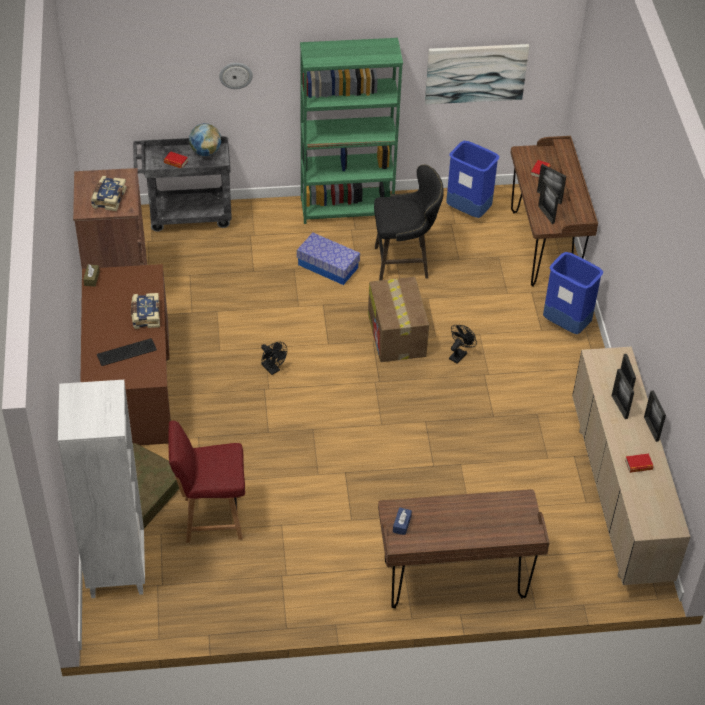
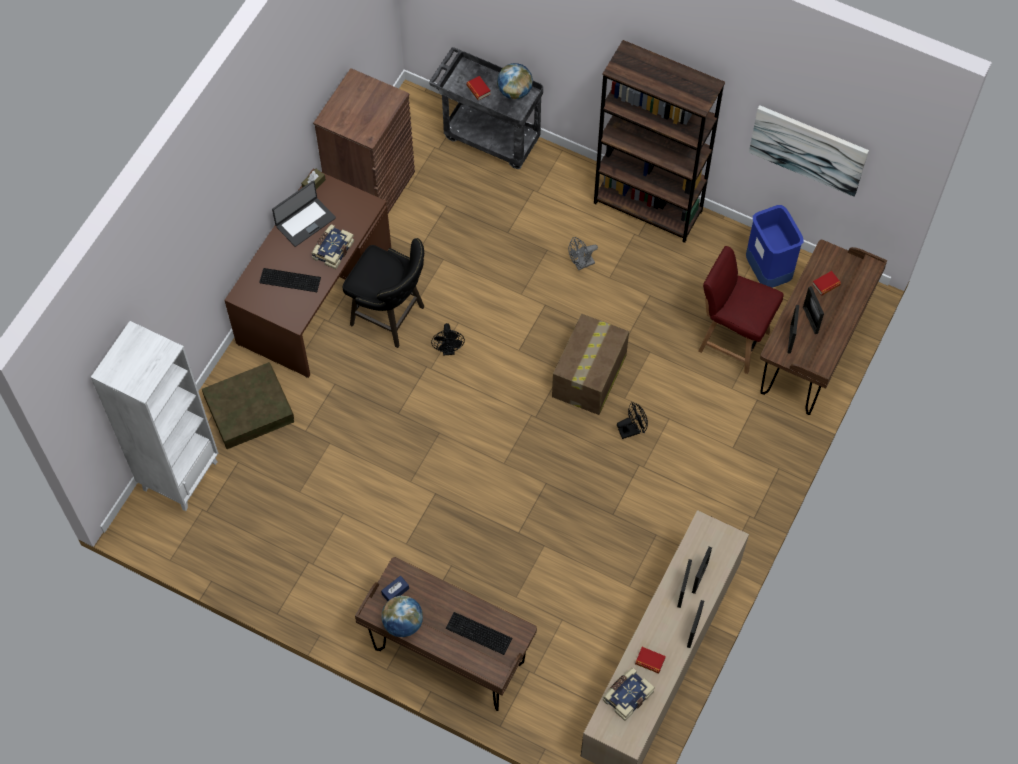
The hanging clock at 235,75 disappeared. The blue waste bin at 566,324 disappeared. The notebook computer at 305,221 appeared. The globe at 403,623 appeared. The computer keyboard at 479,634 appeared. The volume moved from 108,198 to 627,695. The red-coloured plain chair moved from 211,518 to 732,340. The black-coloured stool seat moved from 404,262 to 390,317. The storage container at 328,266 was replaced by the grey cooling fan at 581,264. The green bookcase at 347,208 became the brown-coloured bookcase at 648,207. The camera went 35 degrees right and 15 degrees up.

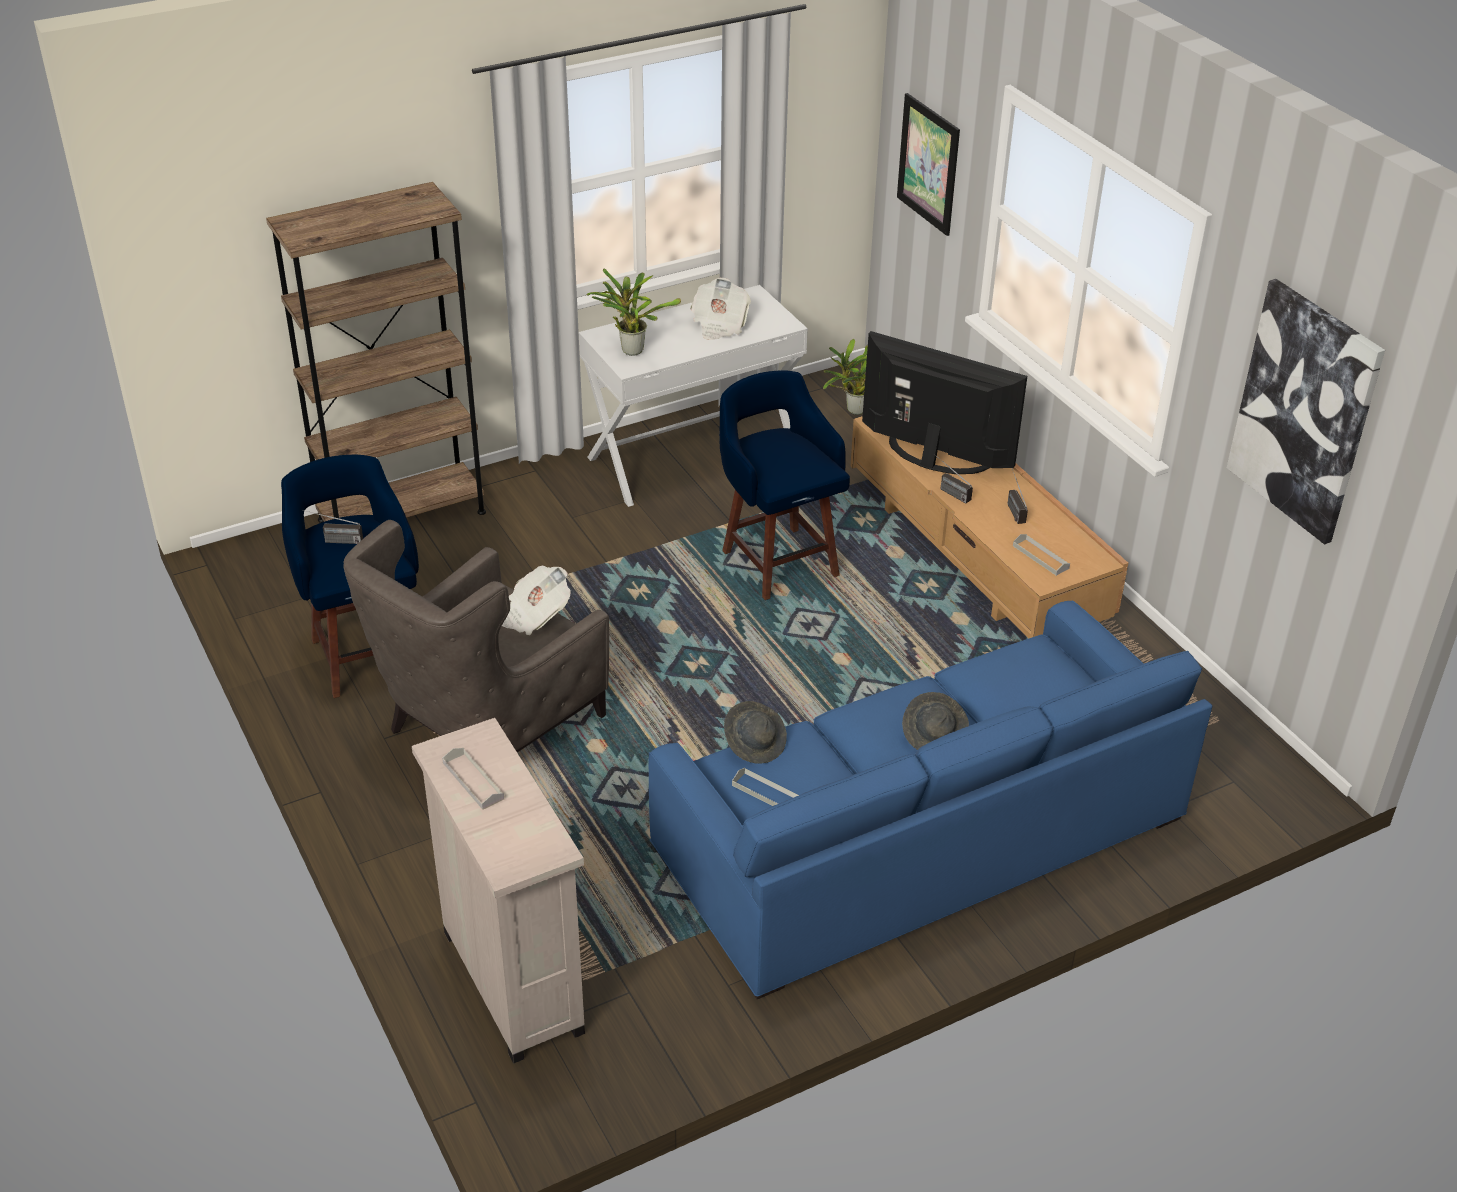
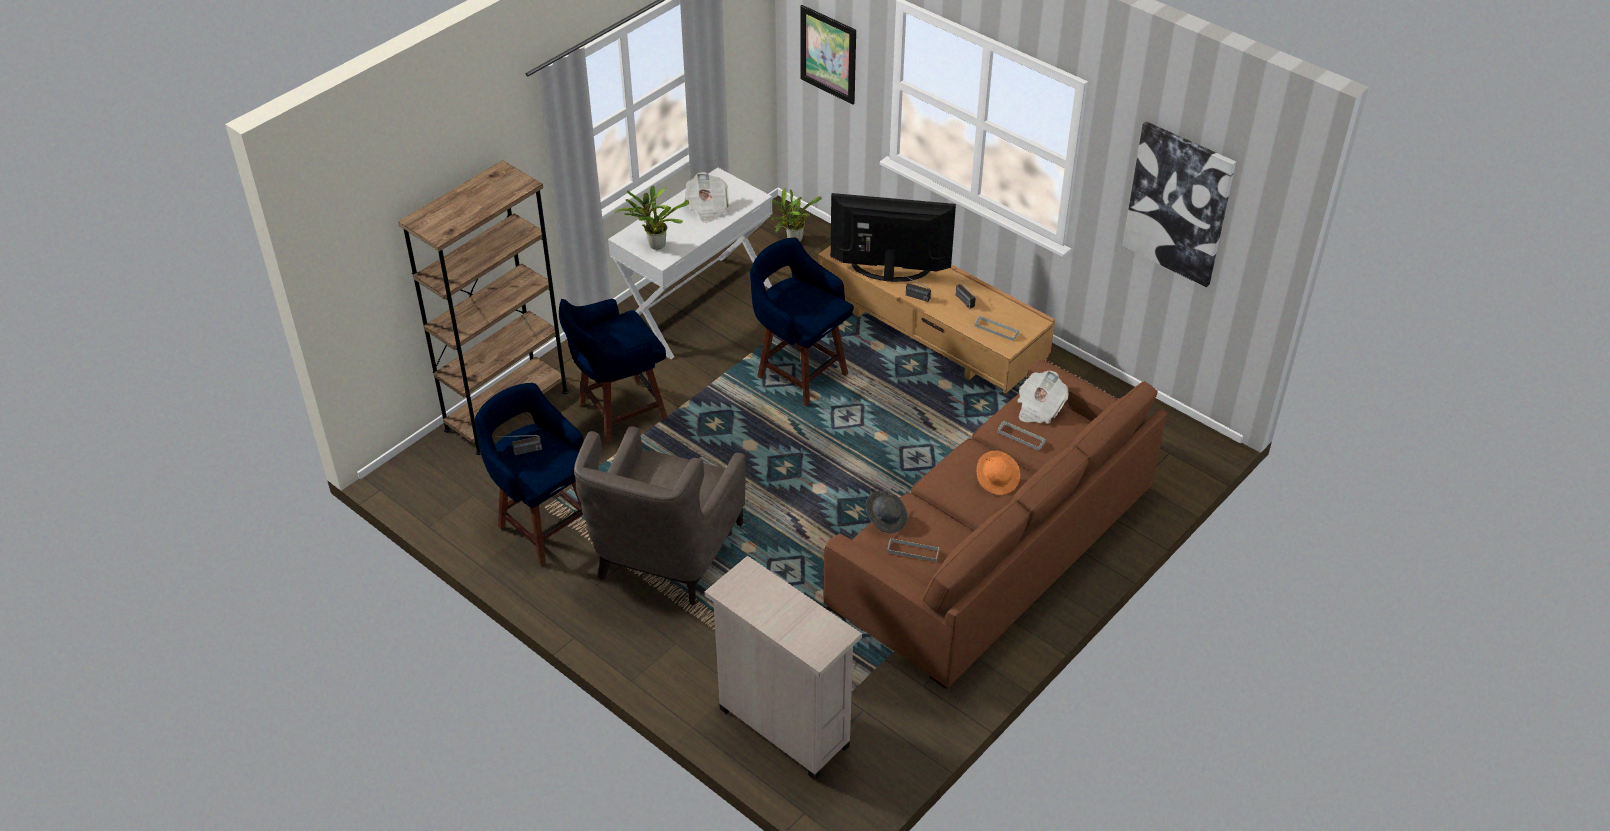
The blue stool seat at 618,412 appeared. The grey tray moved from 473,781 to 1021,437. The daily paper moved from 534,615 to 1039,408. The blue couch at 918,833 became the brown-coloured couch at 992,546. The grey clothing hat at 934,736 became the orange clothing hat at 997,480. The camera went 20 degrees left and 5 degrees up.

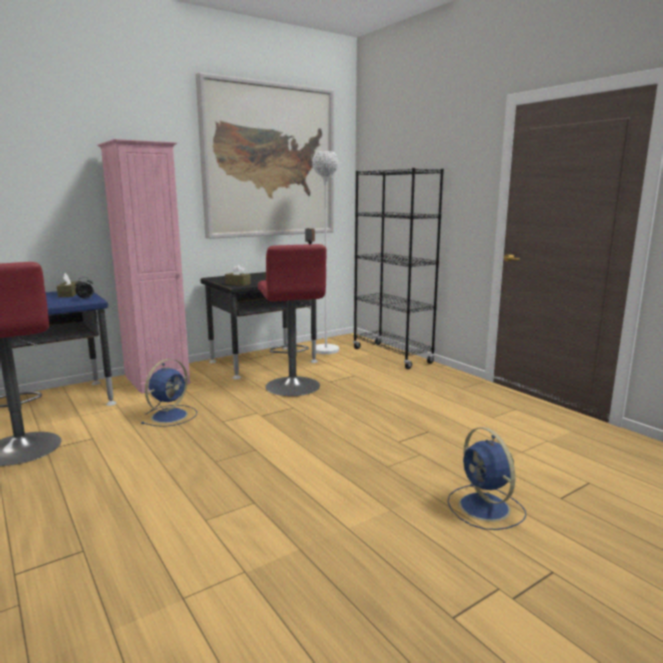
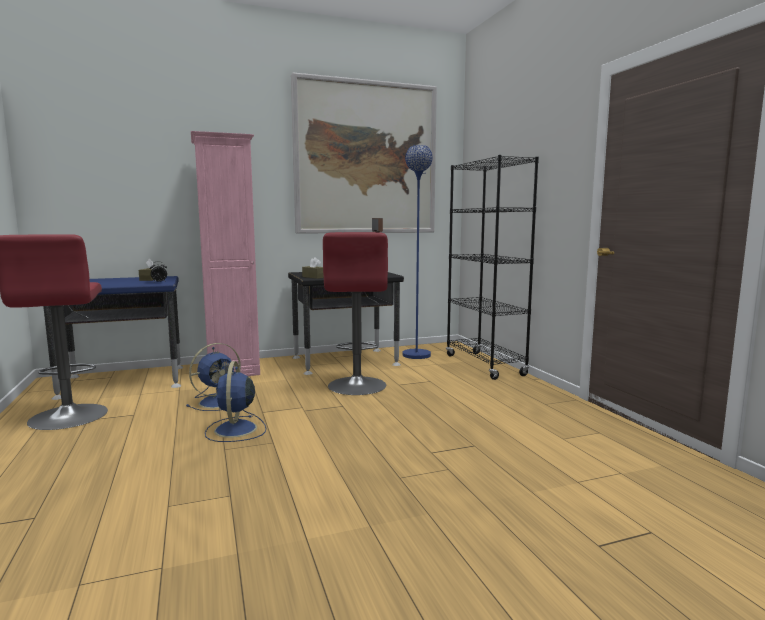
The blue cooling fan moved from 486,508 to 235,430. The white standing lamp at 326,350 became the blue standing lamp at 416,355. The camera went 15 degrees right and 5 degrees down.

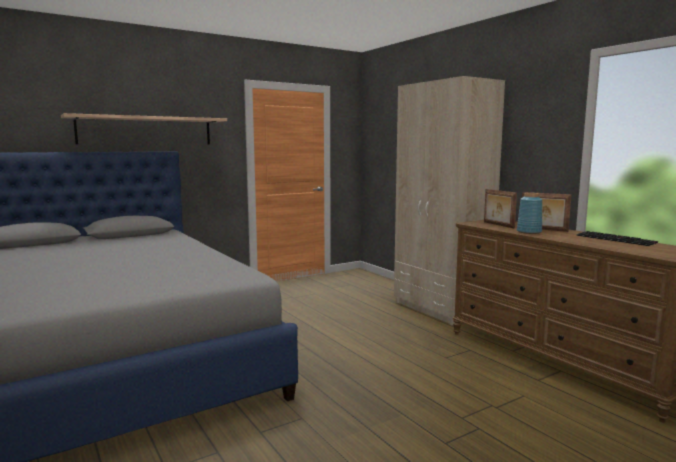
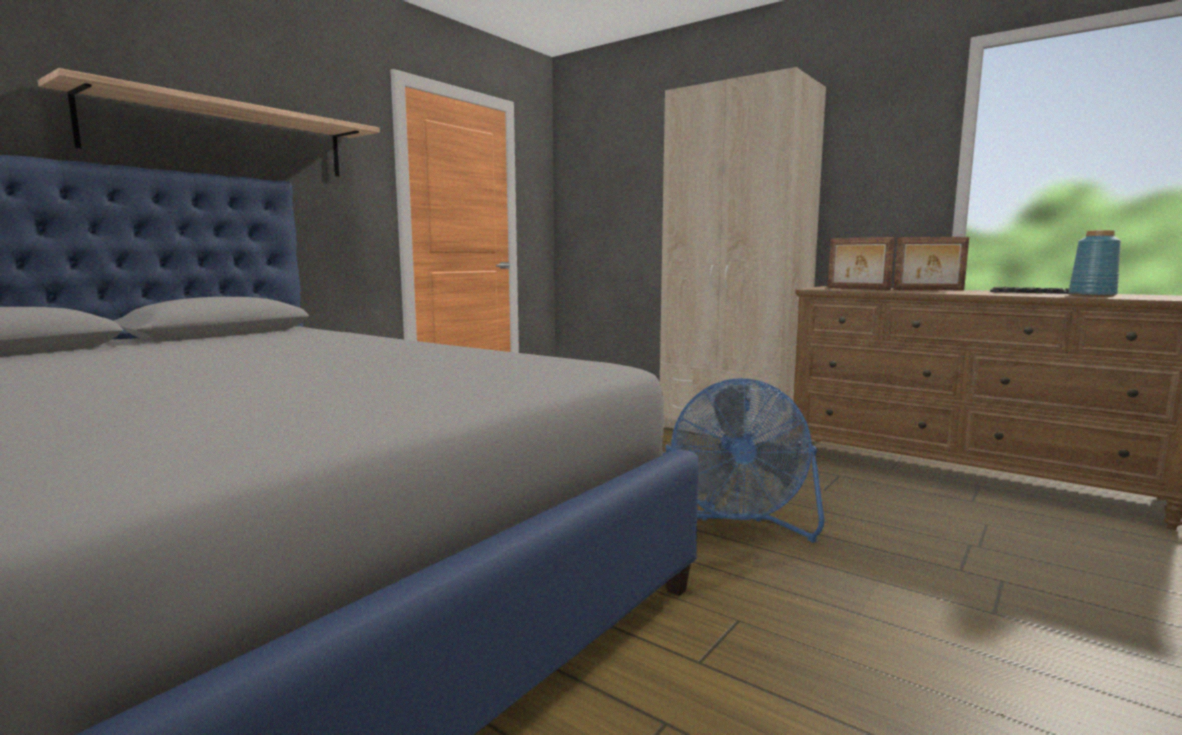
The blue cooling fan at 729,527 appeared. The blue flower vase moved from 528,232 to 1091,295. The camera went 20 degrees left and 0 degrees up.

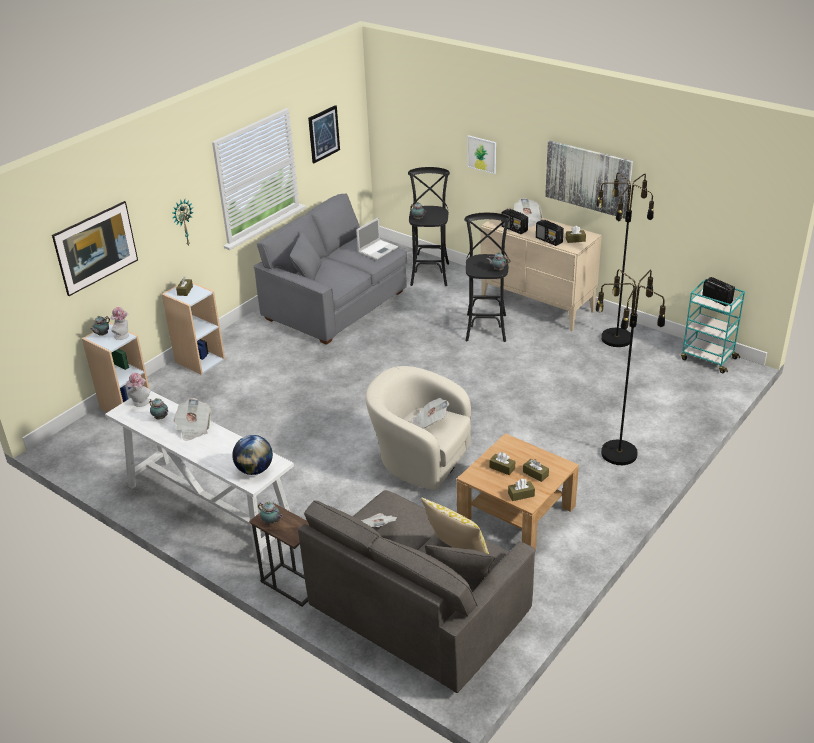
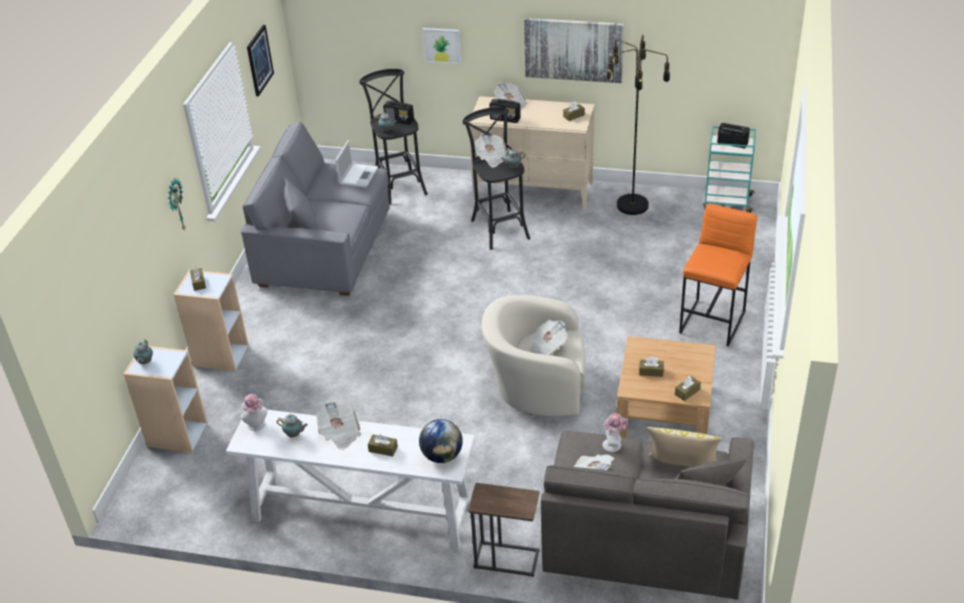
The picture at 99,262 disappeared. The pot for tea at 271,523 disappeared. The daily paper at 491,158 appeared. The clothing hat moved from 123,336 to 614,445. The brown-coloured tissue box moved from 535,474 to 383,449. The radio moved from 549,240 to 399,120. The standing lamp at 618,453 was replaced by the orange stool seat at 712,321. The camera went 25 degrees left and 5 degrees up.

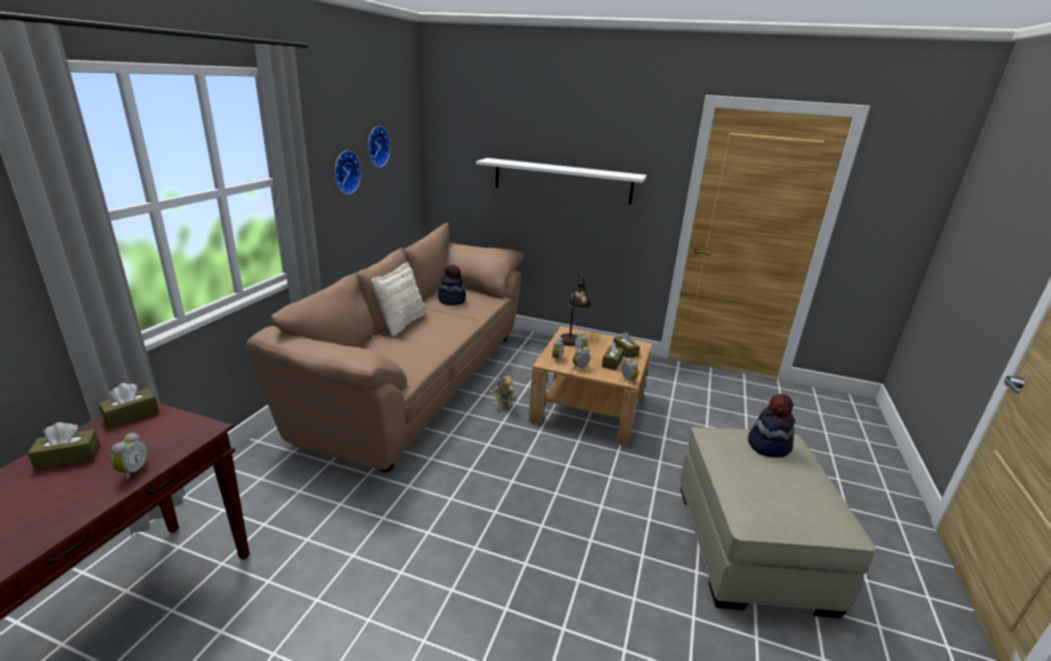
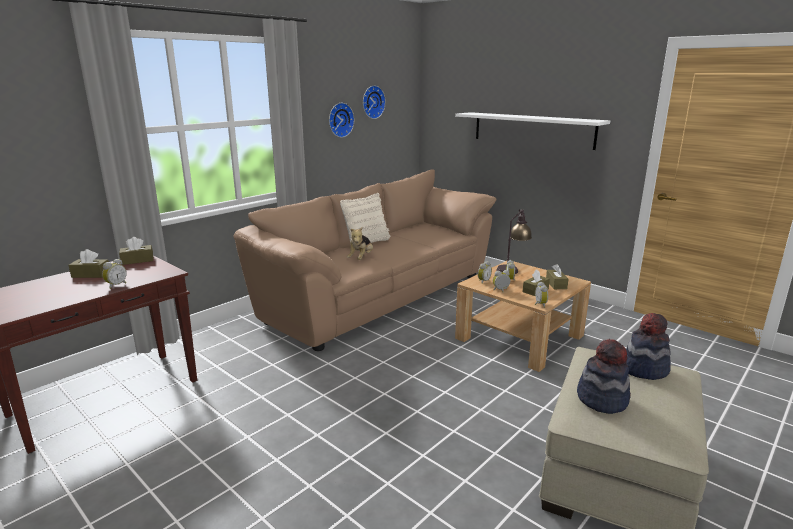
The clothing hat moved from 452,300 to 602,399. The soft toy moved from 503,401 to 361,258. The camera went 25 degrees right and 5 degrees down.

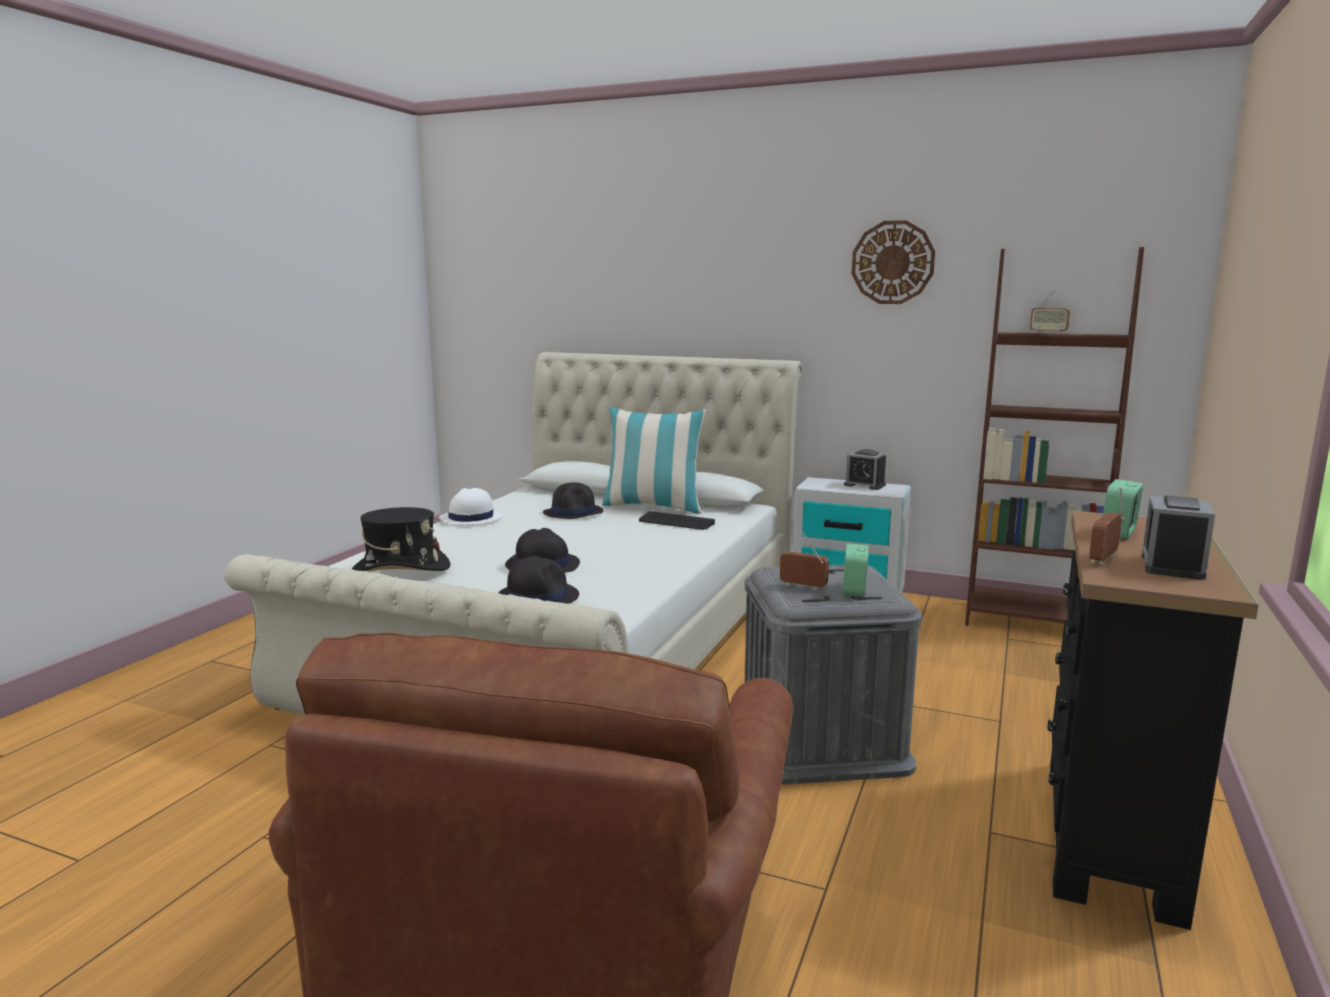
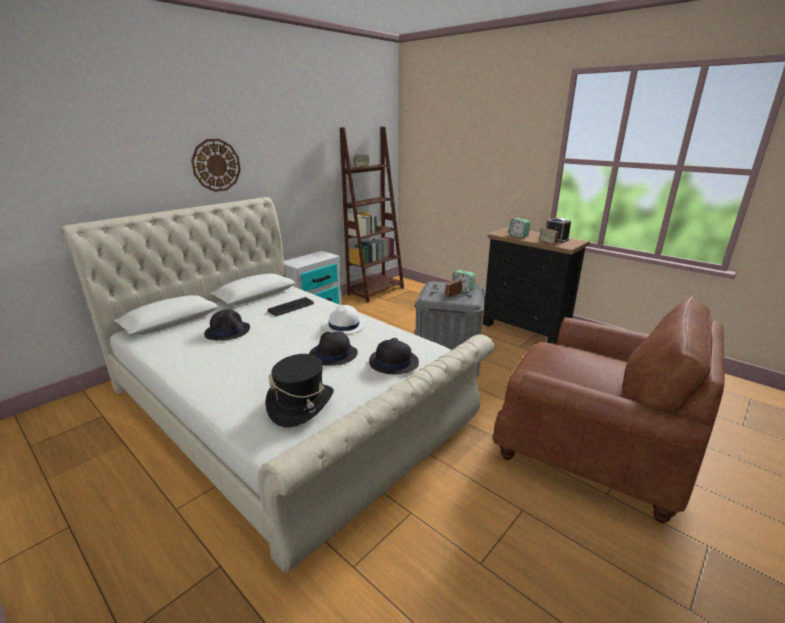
The throw pillow at 653,506 disappeared. The alarm clock at 864,485 disappeared. The white clothing hat moved from 470,518 to 344,326. The hanging clock moved from 892,262 to 216,165. The camera went 70 degrees left and 10 degrees up.

